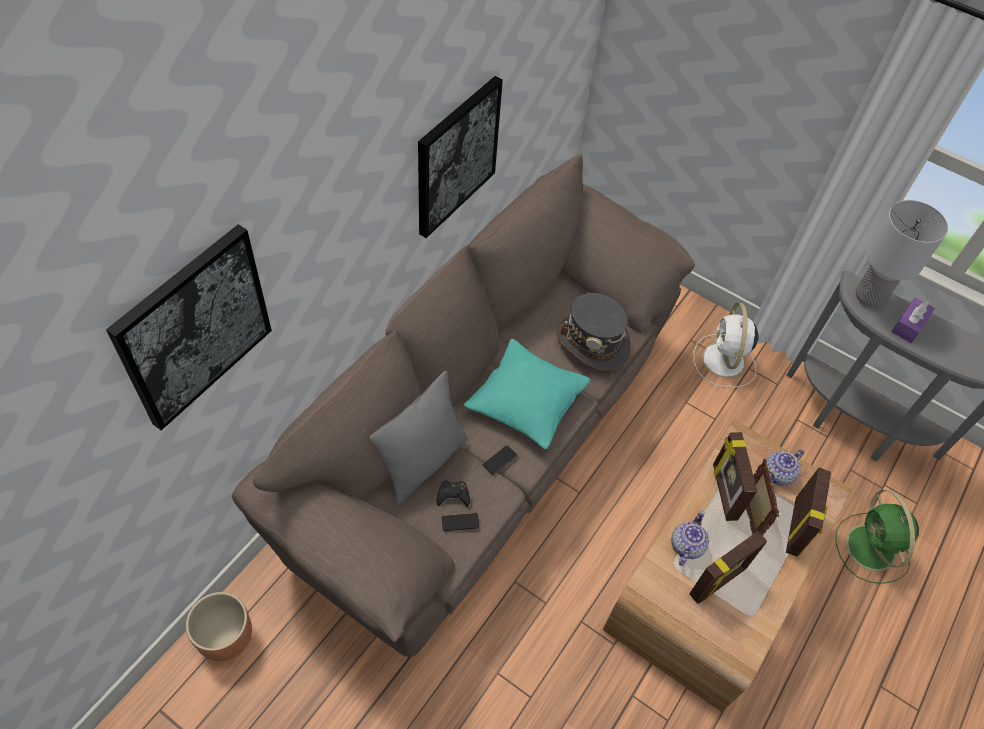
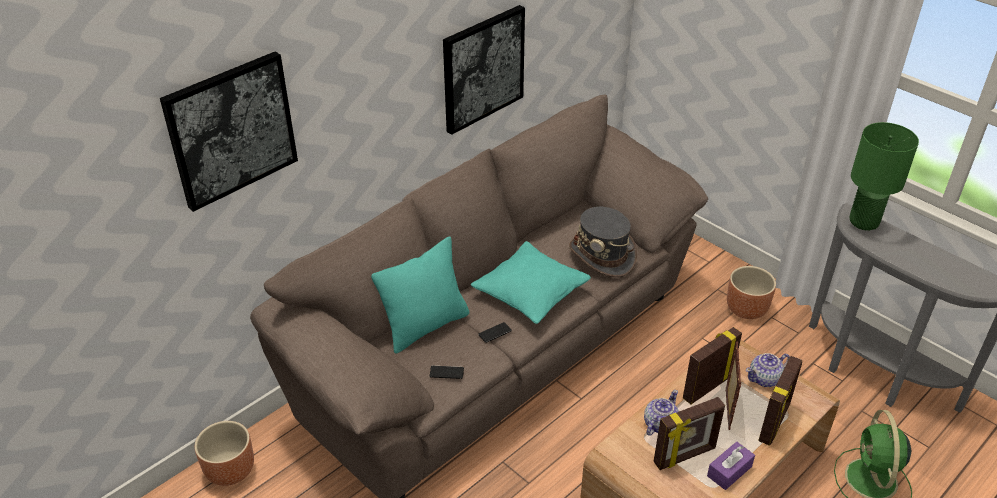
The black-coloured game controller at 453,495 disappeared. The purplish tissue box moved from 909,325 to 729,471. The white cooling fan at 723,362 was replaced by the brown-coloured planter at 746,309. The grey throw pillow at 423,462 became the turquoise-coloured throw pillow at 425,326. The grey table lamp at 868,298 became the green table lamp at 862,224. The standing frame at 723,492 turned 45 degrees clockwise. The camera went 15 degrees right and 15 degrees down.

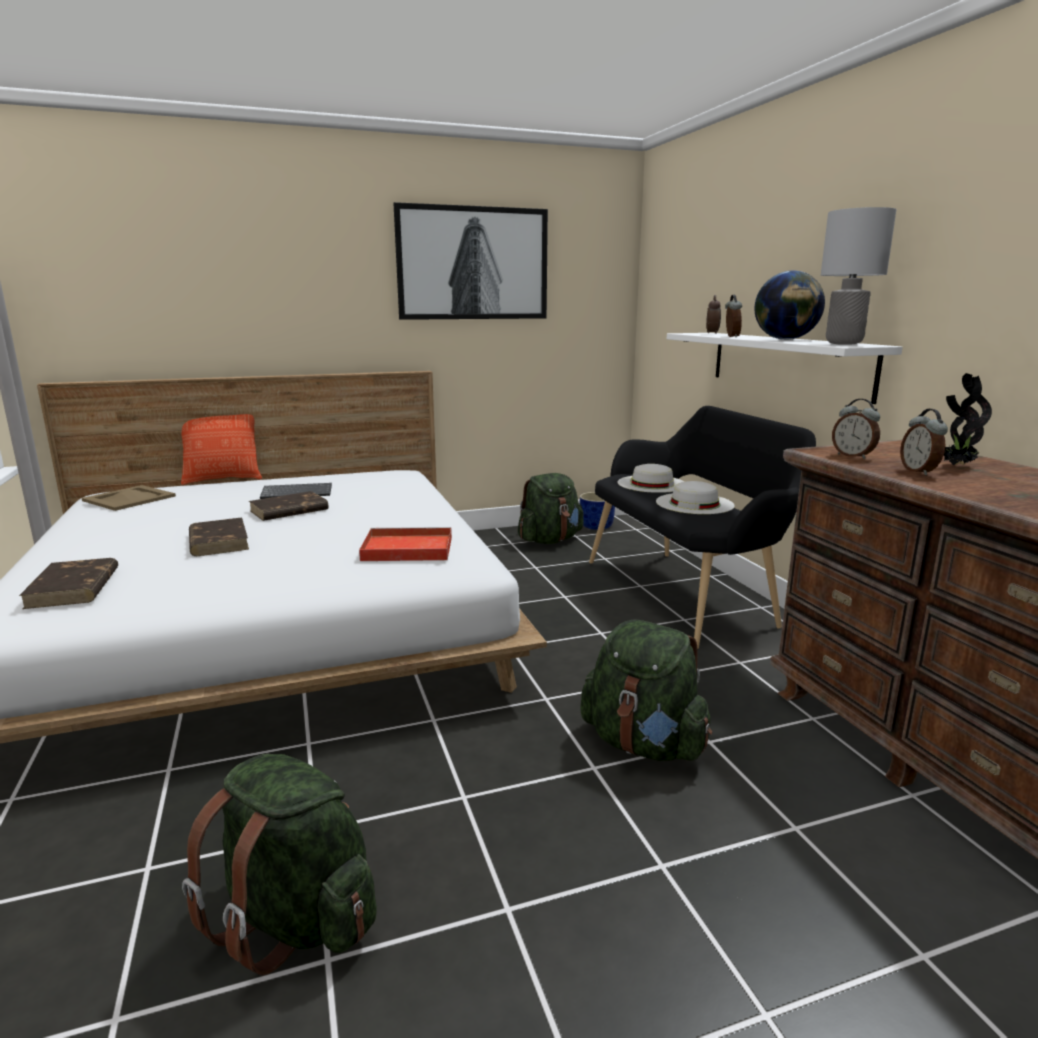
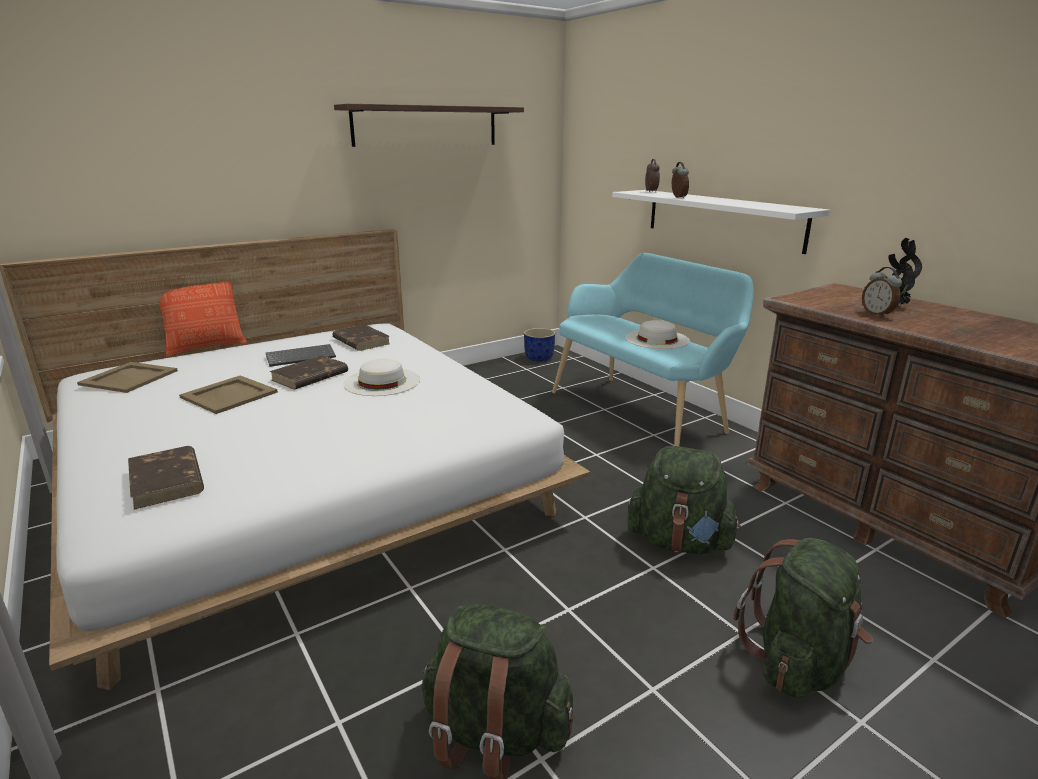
The red-coloured tray at 405,549 disappeared. The globe at 785,339 disappeared. The grey table lamp at 844,344 disappeared. The alarm clock at 853,456 disappeared. The sand-coloured tray at 229,394 appeared. The brown-coloured volume moved from 218,541 to 360,341. The green backpack moved from 550,540 to 798,661. The white clothing hat moved from 652,484 to 382,382. The picture at 473,263 was replaced by the bracket shelf at 426,126. The black-coloured long seat at 686,592 became the turquoise-coloured long seat at 643,411. The camera went 15 degrees left and 5 degrees up.

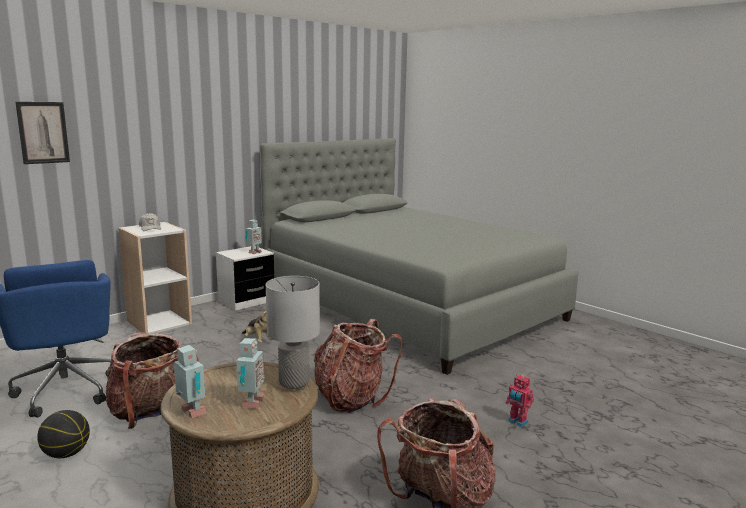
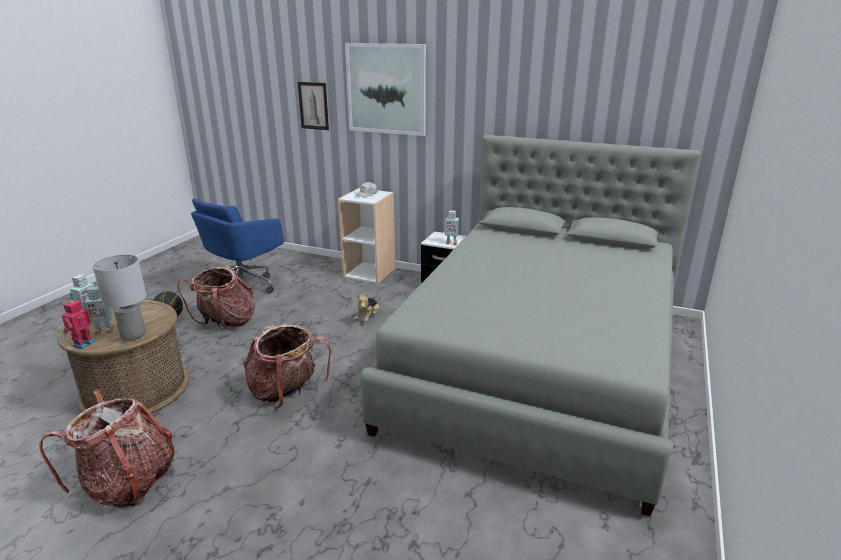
The picture at 386,89 appeared. The model robot moved from 517,422 to 82,344. The camera went 65 degrees right and 10 degrees up.

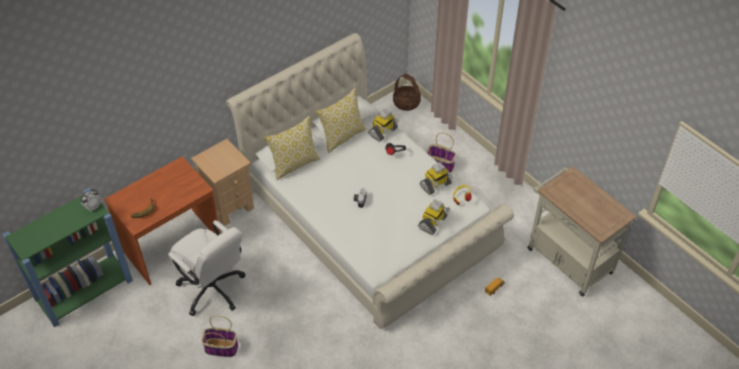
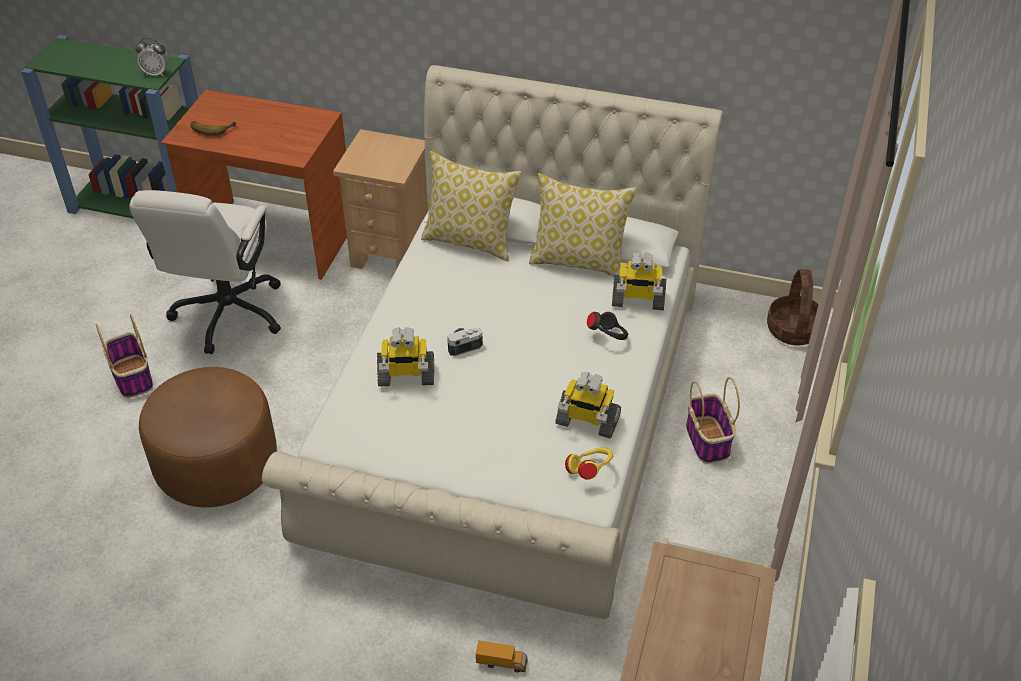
The brown-coloured footrest at 216,465 appeared. The model robot moved from 433,223 to 406,376. The camera went 55 degrees right and 5 degrees down.

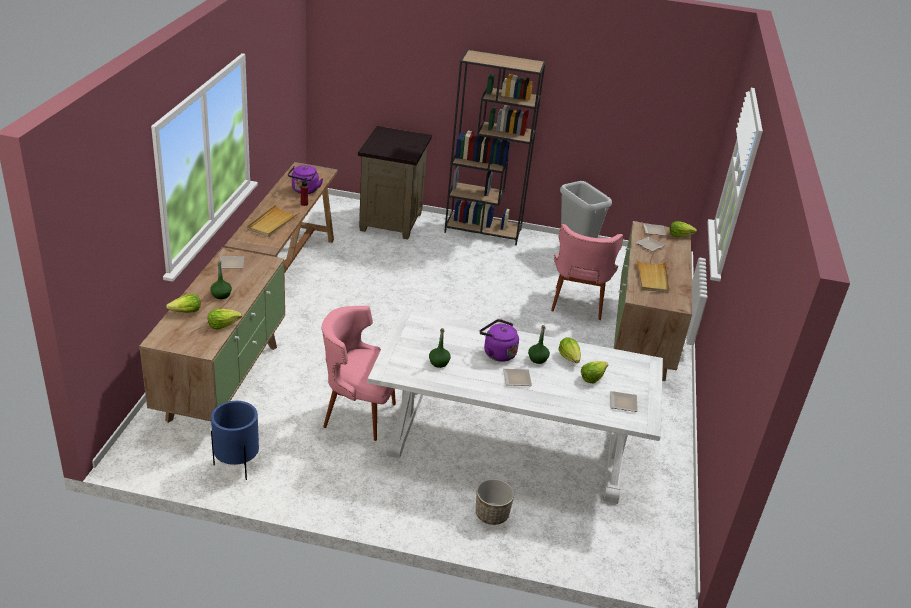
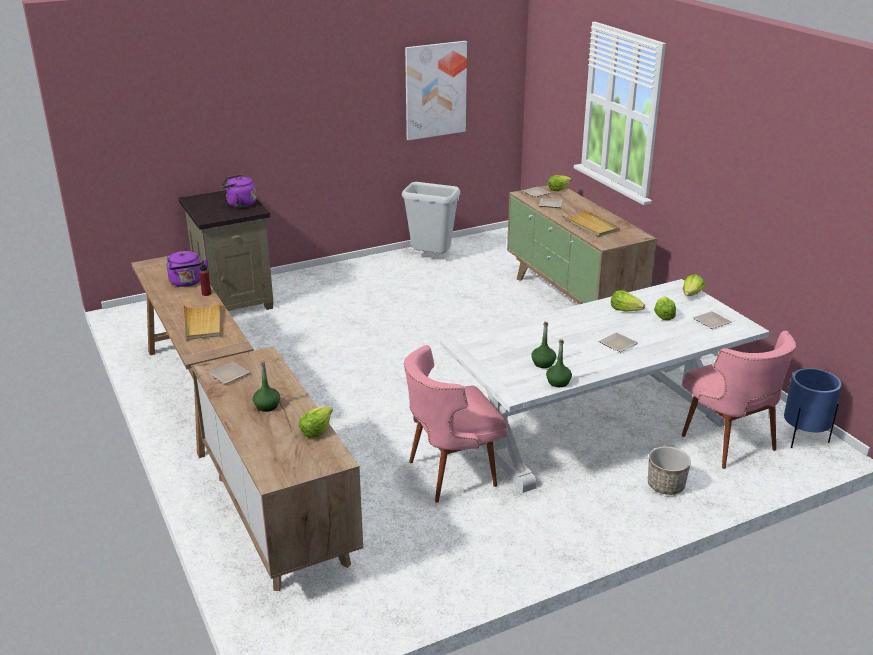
The bookcase at 483,231 disappeared. The picture at 435,90 appeared. The head of lettuce moved from 186,312 to 691,295. The blue planter moved from 236,465 to 803,438. The purplish tea kettle moved from 497,353 to 239,204. The green beverage bottle moved from 538,359 to 558,382. The pink plain chair moved from 578,303 to 727,442. The camera went 35 degrees left and 5 degrees down.

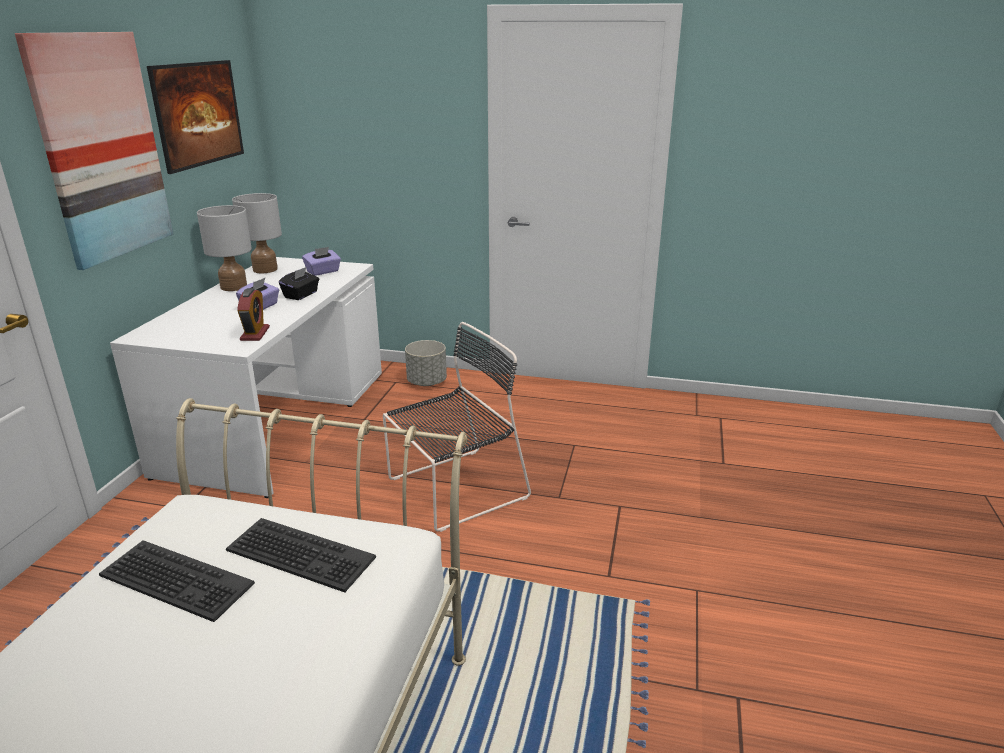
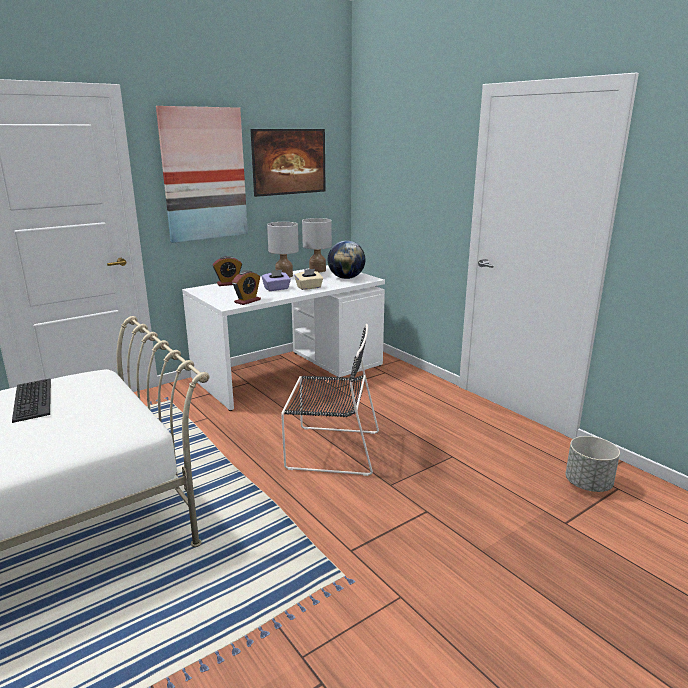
The computer keyboard at 299,555 disappeared. The alarm clock at 228,284 appeared. The grey planter moved from 426,382 to 587,484. The purplish tissue box at 323,272 was replaced by the globe at 346,278. The black-coloured tissue box at 301,295 became the sand-coloured tissue box at 309,287. The camera went 40 degrees right and 5 degrees down.

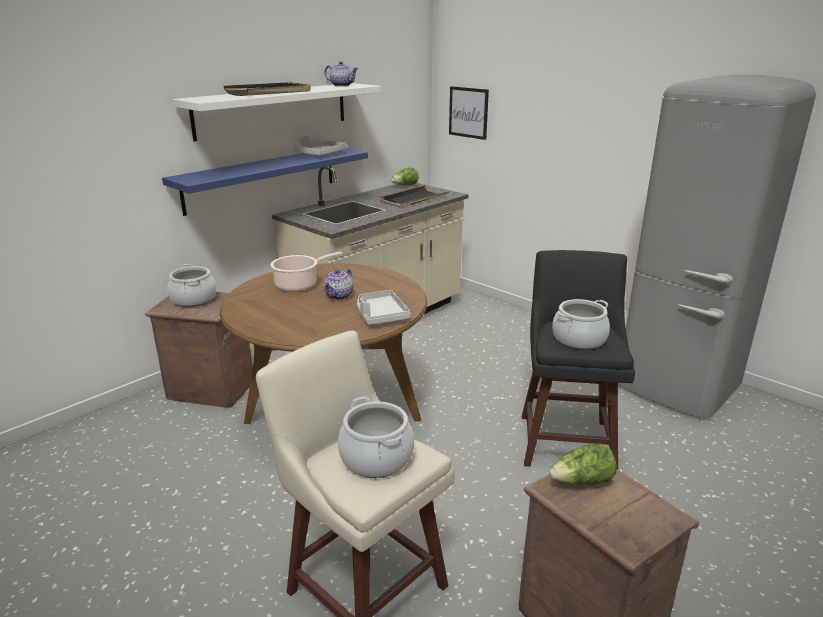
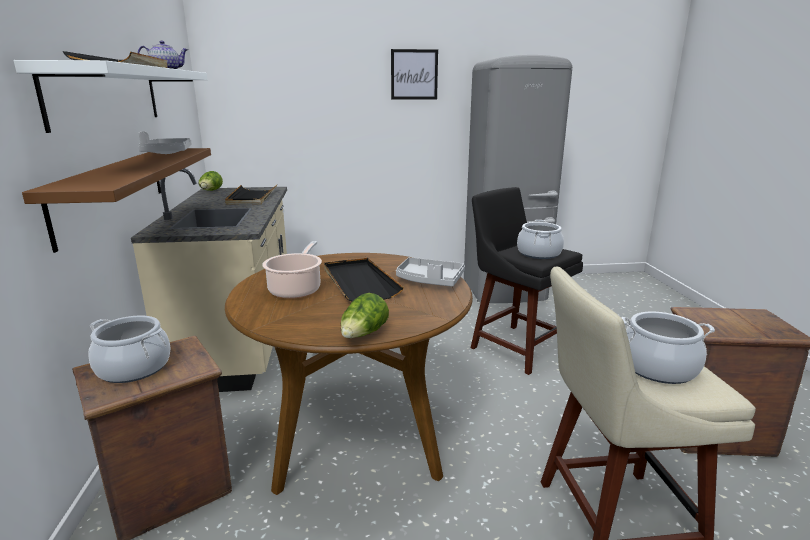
The picture moved from 468,112 to 414,74. The head of lettuce moved from 582,481 to 364,334. The pot for tea at 339,296 was replaced by the black-coloured tray at 359,282. The blue bracket shelf at 262,179 became the brown-coloured bracket shelf at 113,190. The camera went 50 degrees left and 5 degrees down.

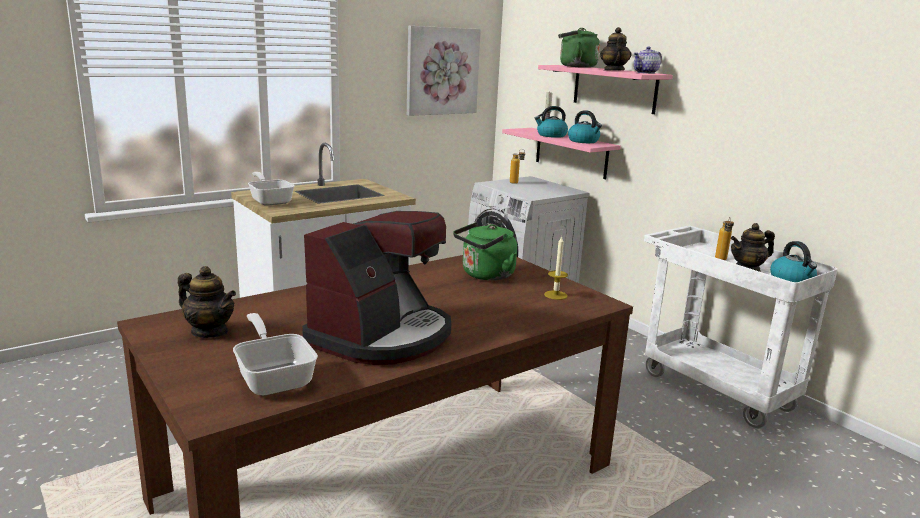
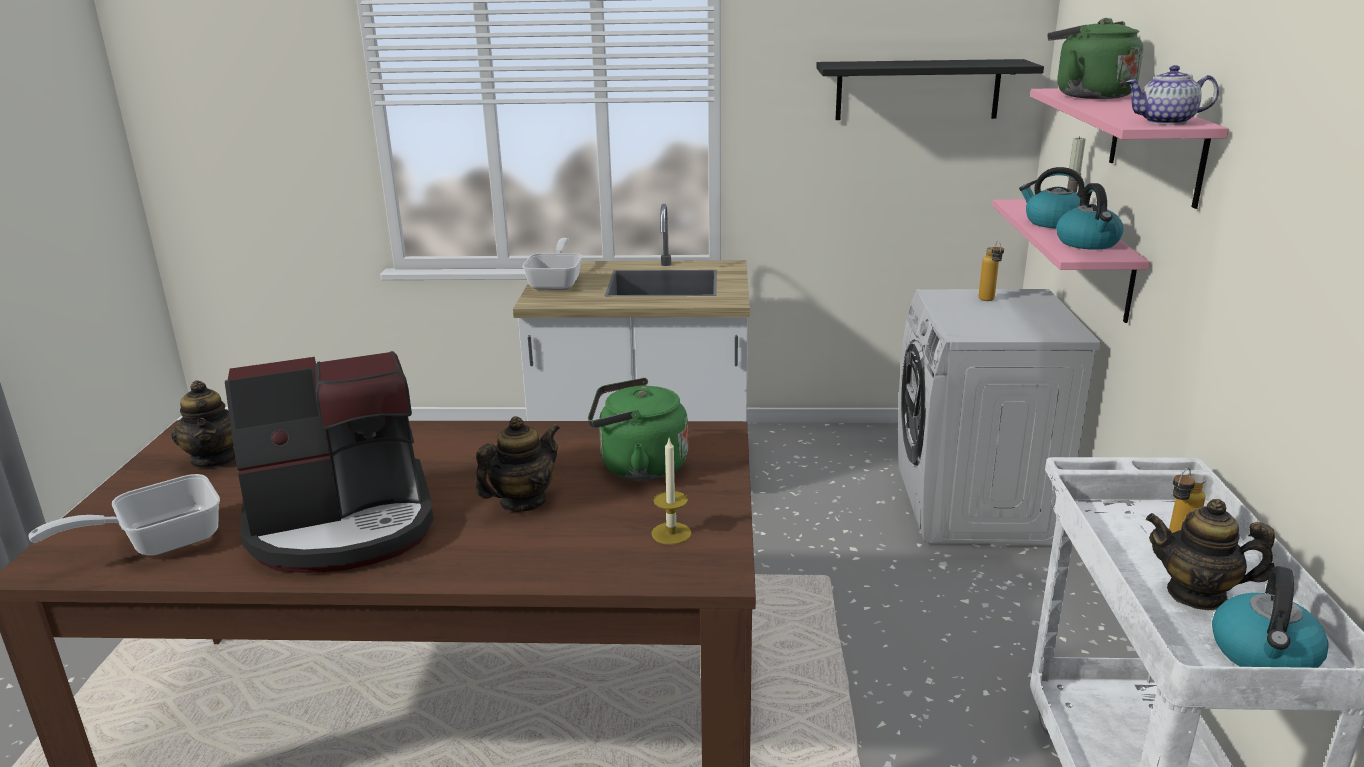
The pot for tea moved from 613,70 to 522,502. The picture at 442,71 was replaced by the black-coloured bracket shelf at 917,90. The pan at 274,377 turned 135 degrees counterclockwise. The camera went 40 degrees right and 5 degrees up.

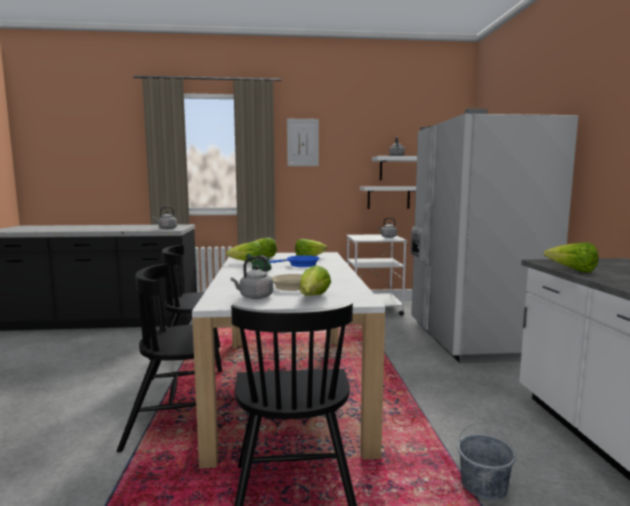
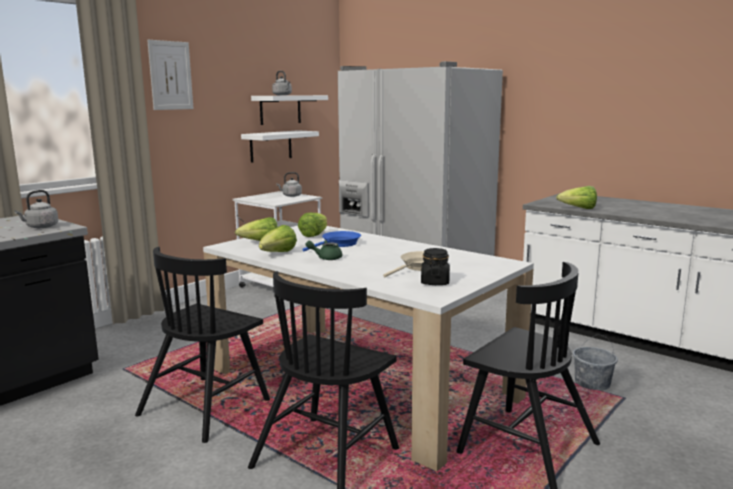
The head of lettuce at 313,297 disappeared. The grey tea kettle at 254,297 was replaced by the black-coloured storage jar at 435,282. The camera went 45 degrees left and 5 degrees up.

